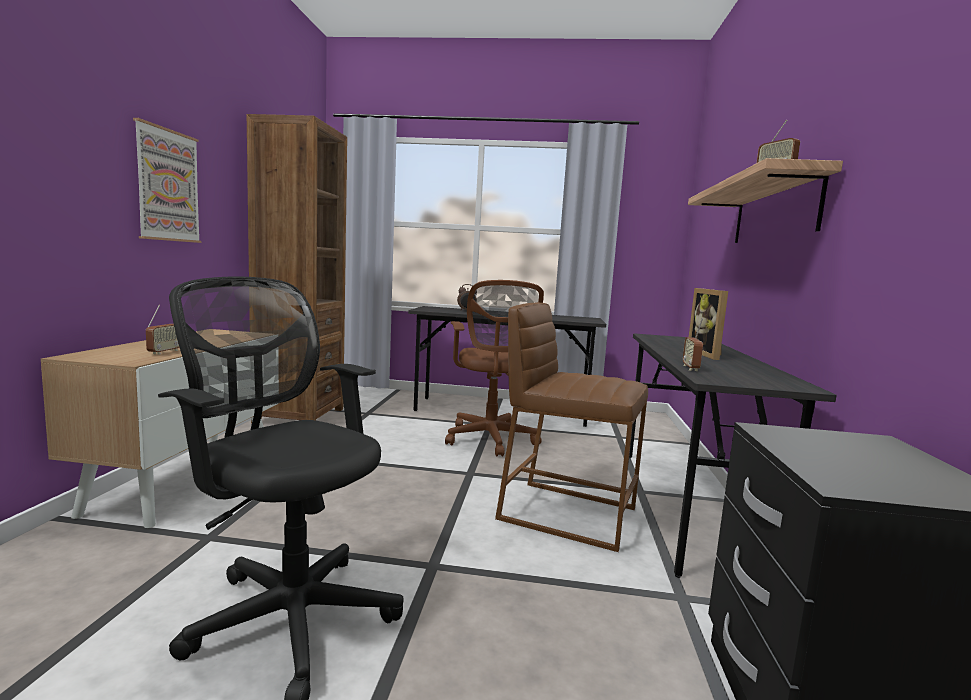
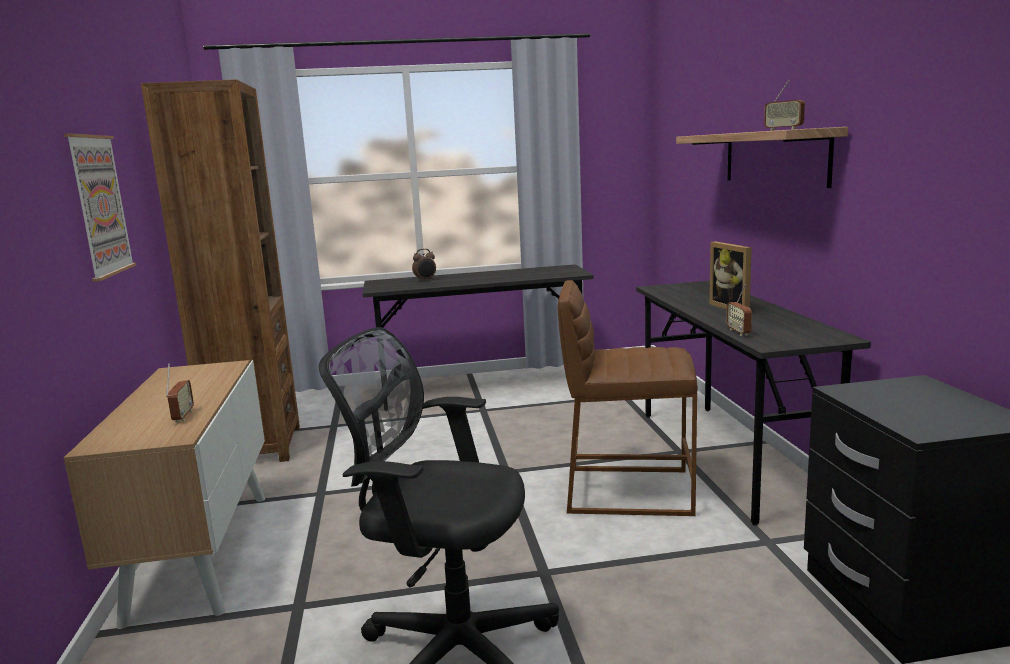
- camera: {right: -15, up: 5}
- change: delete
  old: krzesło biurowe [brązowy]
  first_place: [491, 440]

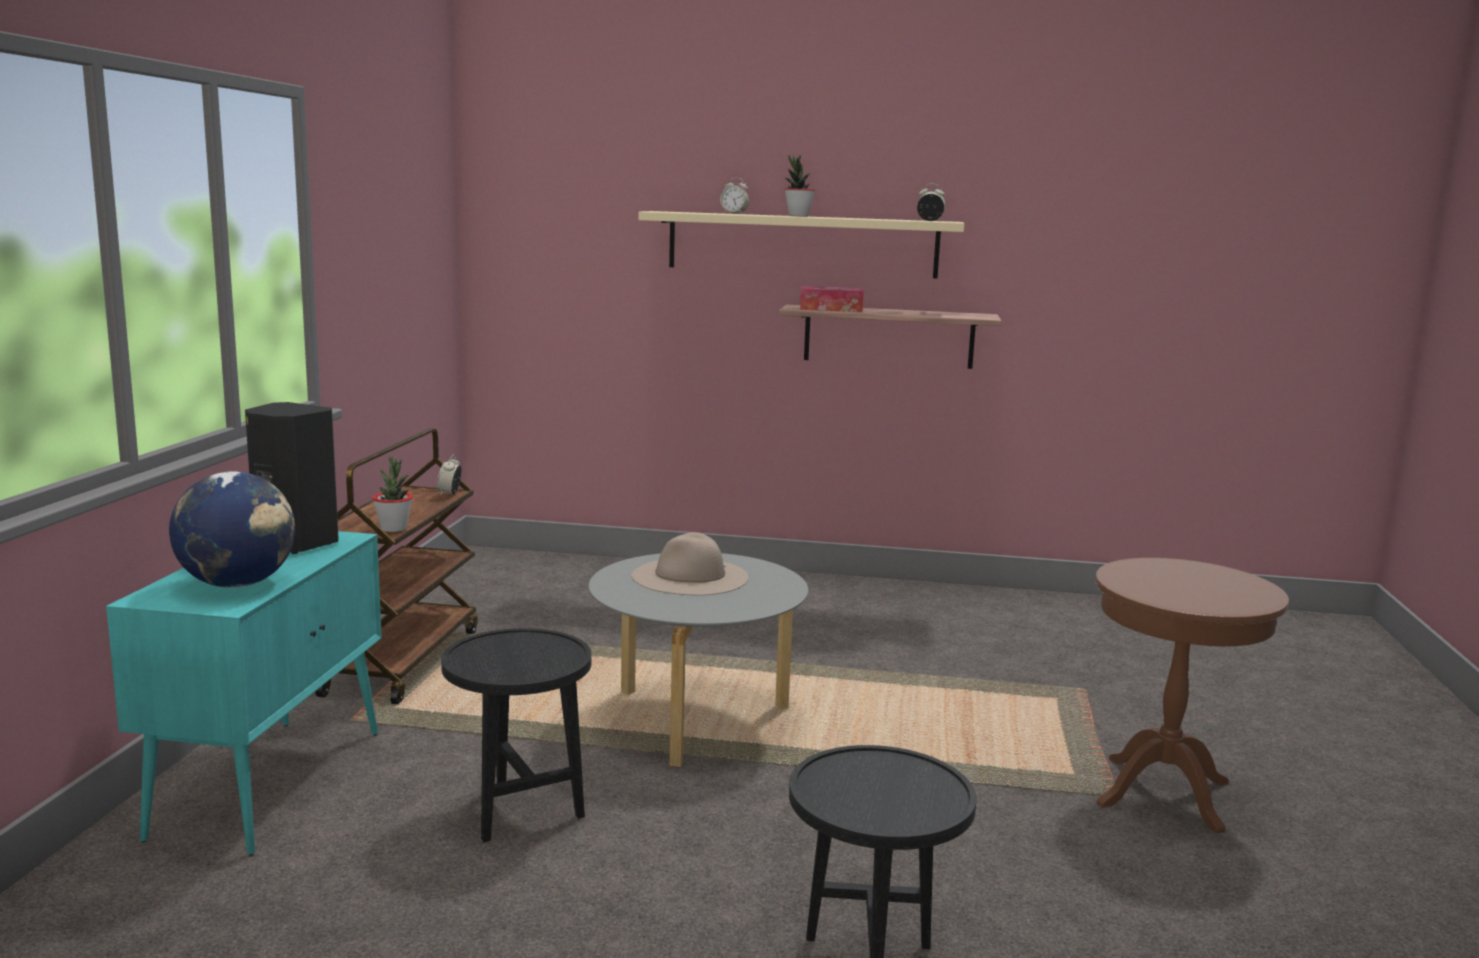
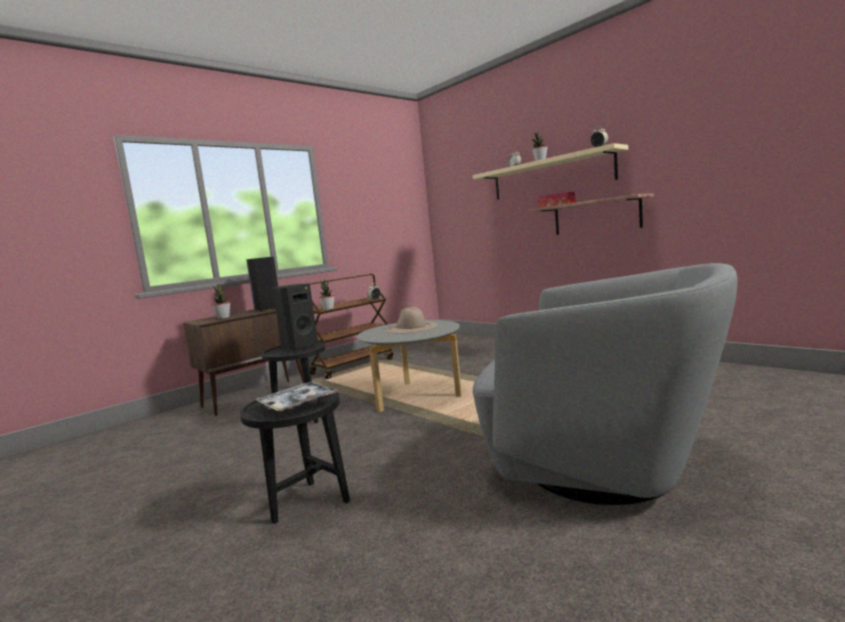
- camera: {right: 40, up: -5}
- change: recolor
  old: szafka [turkusowy]
  new: szafka [brązowy]
  first_place: [271, 781]
  second_place: [256, 396]
- change: replace
  old: globus
  new: roślina doniczkowa
  first_place: [238, 584]
  second_place: [223, 318]
- change: replace
  old: stolik [brązowy]
  new: fotel [szary]
  first_place: [1163, 793]
  second_place: [602, 466]
- change: insert
  new: taca
  second_place: [297, 404]
- change: insert
  new: głośnik [czarny]
  second_place: [298, 346]

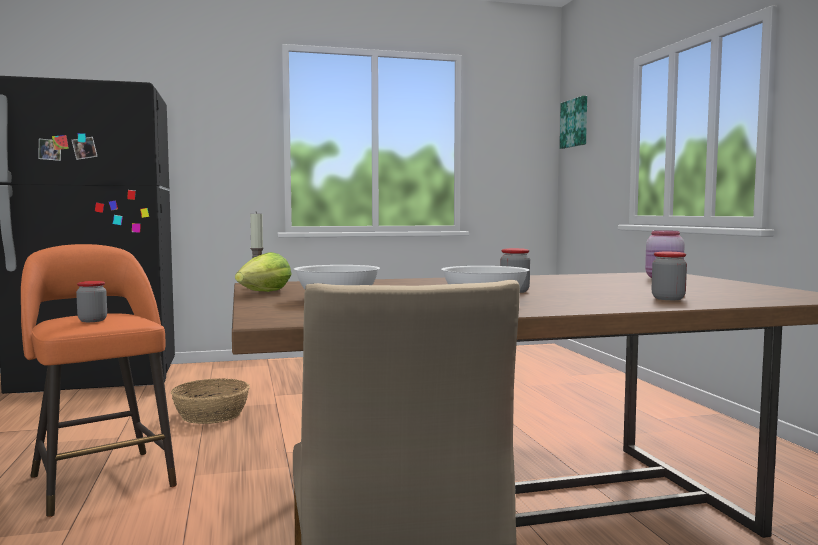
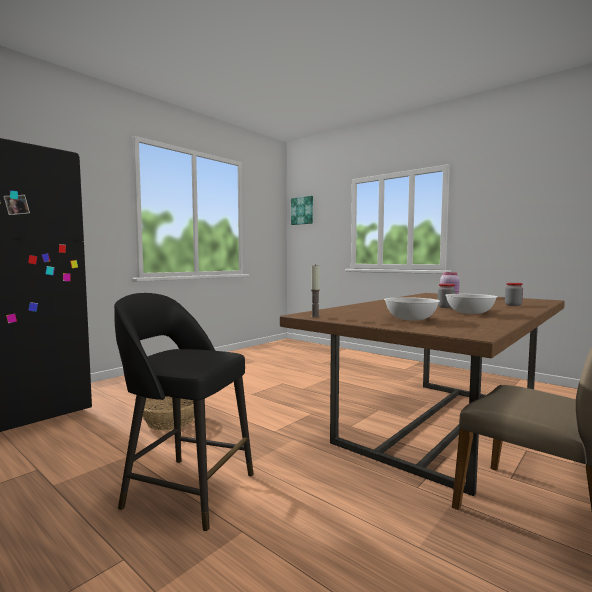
- camera: {right: -35, up: 0}
- change: recolor
  old: stołek [pomarańczowy]
  new: stołek [czarny]
  first_place: [101, 479]
  second_place: [186, 489]
- change: delete
  old: słoik
  first_place: [92, 320]
- change: delete
  old: sałata
  first_place: [264, 293]

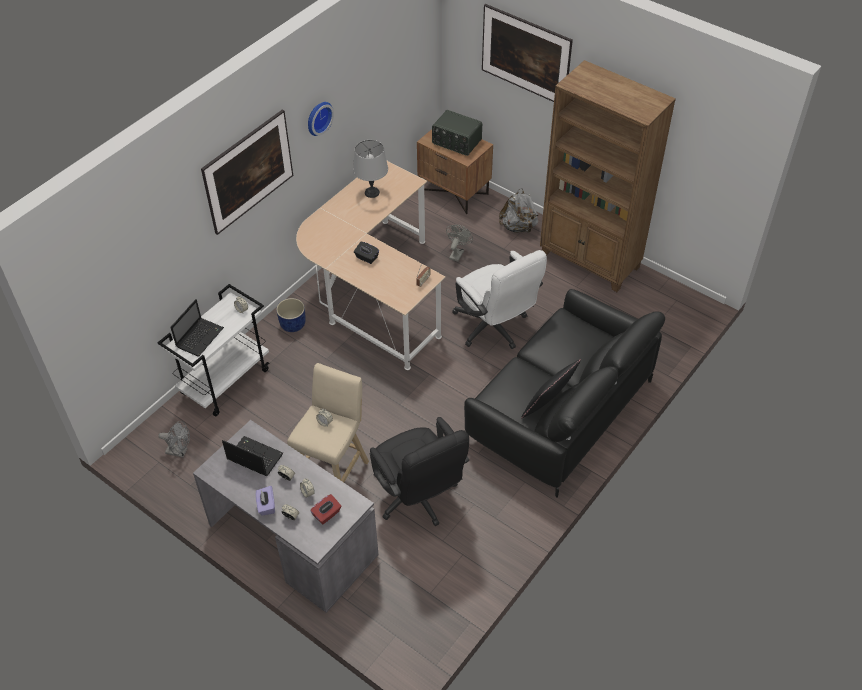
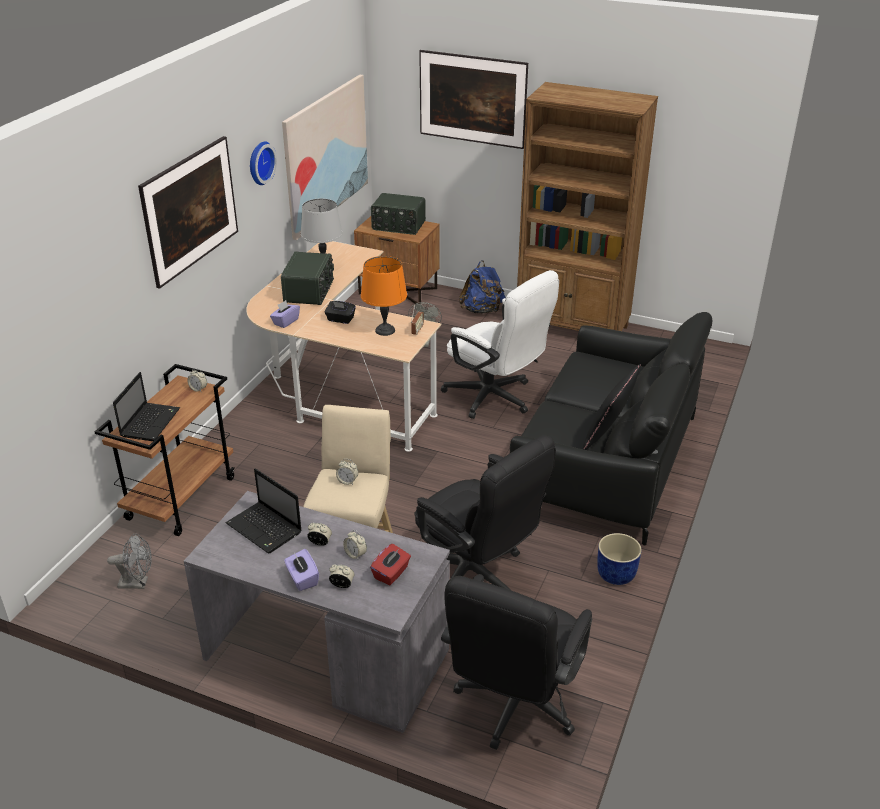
- camera: {right: -15, up: -15}
- change: recolor
  old: wózek [biały]
  new: wózek [brązowy]
  first_place: [226, 381]
  second_place: [181, 498]
- change: rotate
  old: laptop
  first_place: [253, 457]
  second_place: [265, 529]
  degrees: -150
- change: move
  old: donica [niebieski]
  first_place: [293, 325]
  second_place: [616, 575]
- change: recolor
  old: plecak [szary]
  new: plecak [niebieski]
  first_place: [518, 227]
  second_place: [482, 310]
- change: insert
  new: pudełko chusteczek [fioletowy]
  second_place: [285, 322]
- change: insert
  new: radio
  second_place: [310, 291]
- change: insert
  new: obraz
  second_place: [326, 154]
- change: insert
  new: lampa stołowa [pomarańczowy]
  second_place: [385, 330]
- change: insert
  new: krzesło biurowe [czarny]
  second_place: [513, 707]

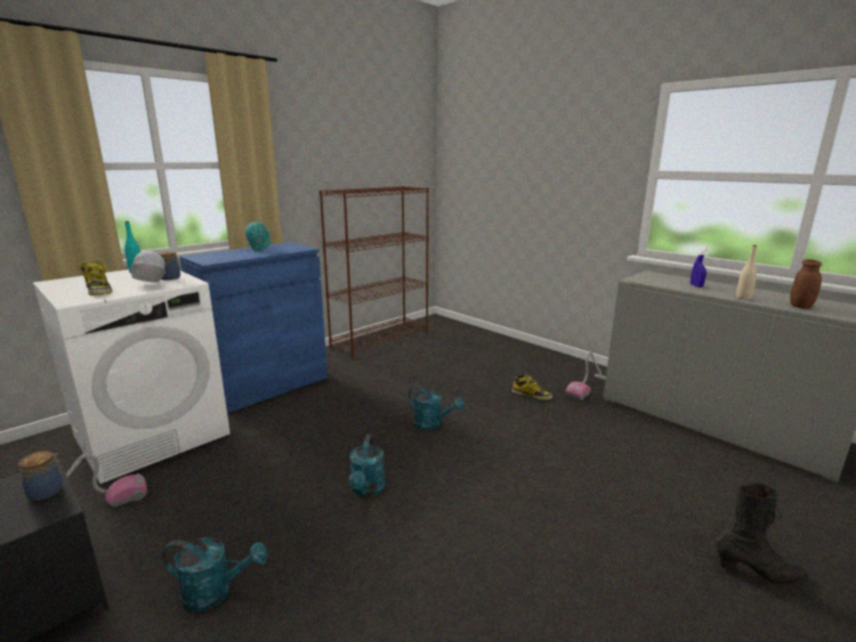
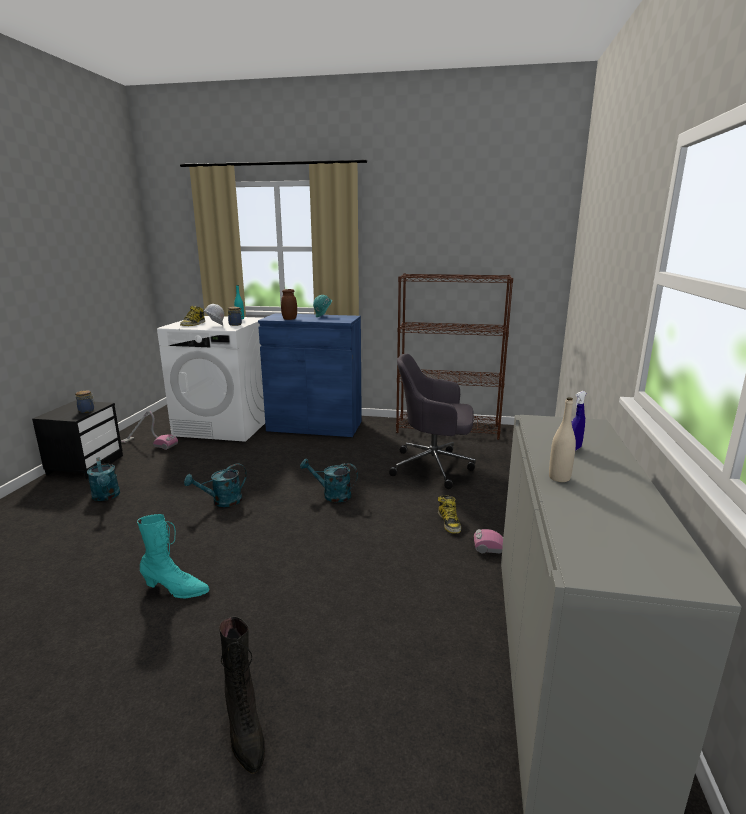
- camera: {right: 55, up: 0}
- change: rotate
  old: konewka [turkusowy]
  first_place: [432, 424]
  second_place: [332, 495]
  degrees: 105
- change: move
  old: słoik [brązowy]
  first_place: [800, 306]
  second_place: [289, 319]
- change: insert
  new: but z cholewką [turkusowy]
  second_place: [175, 589]
- change: insert
  new: krzesło biurowe [szary]
  second_place: [434, 467]

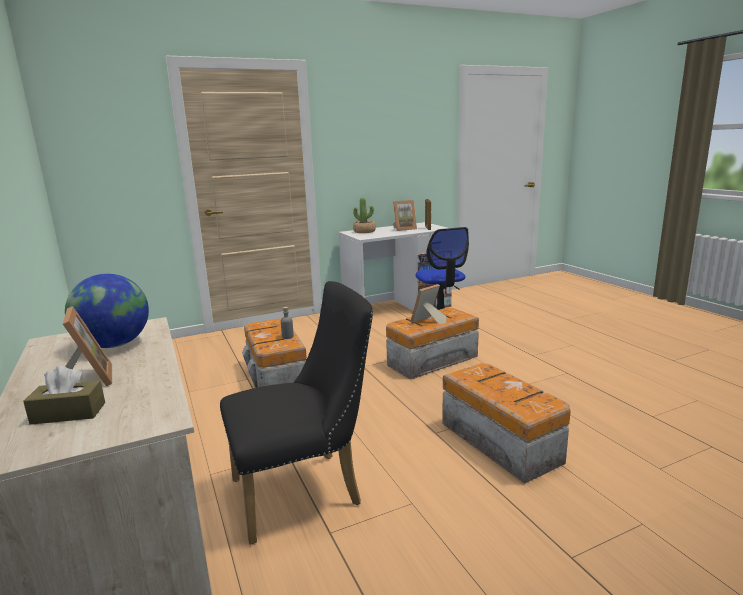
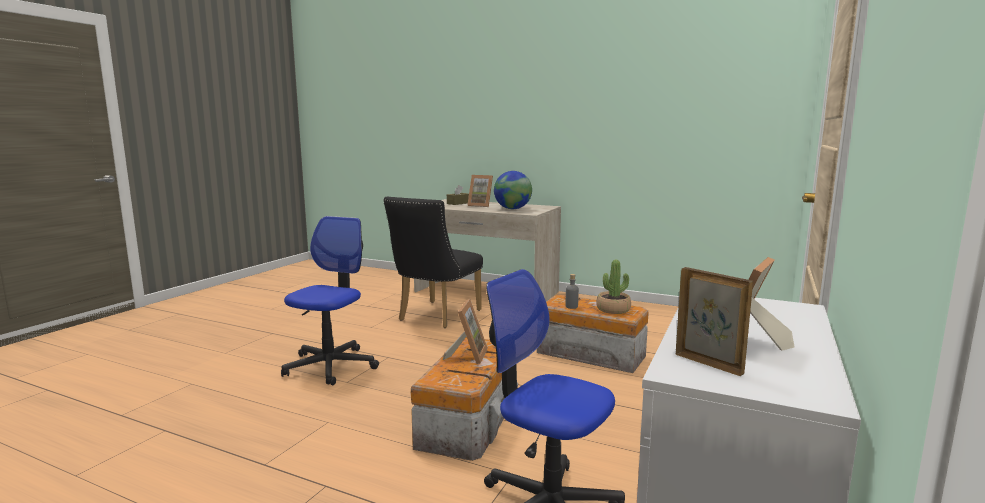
- camera: {right: 140, up: -5}
- change: move
  old: roślina doniczkowa
  first_place: [364, 231]
  second_place: [613, 309]
- change: replace
  old: pojemnik do przechowywania
  new: krzesło biurowe
  first_place: [500, 441]
  second_place: [330, 366]

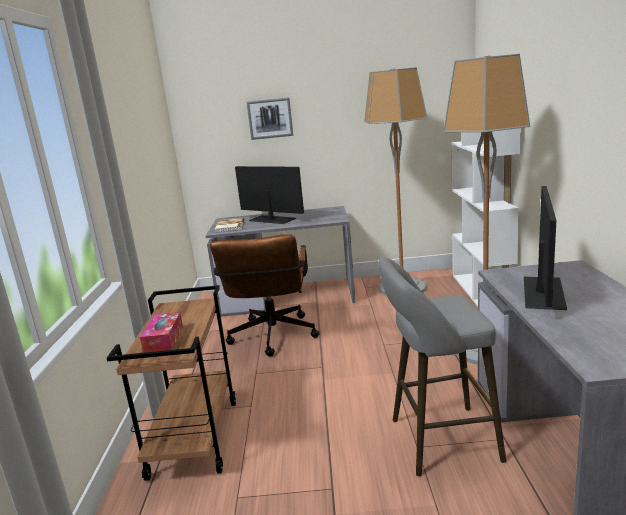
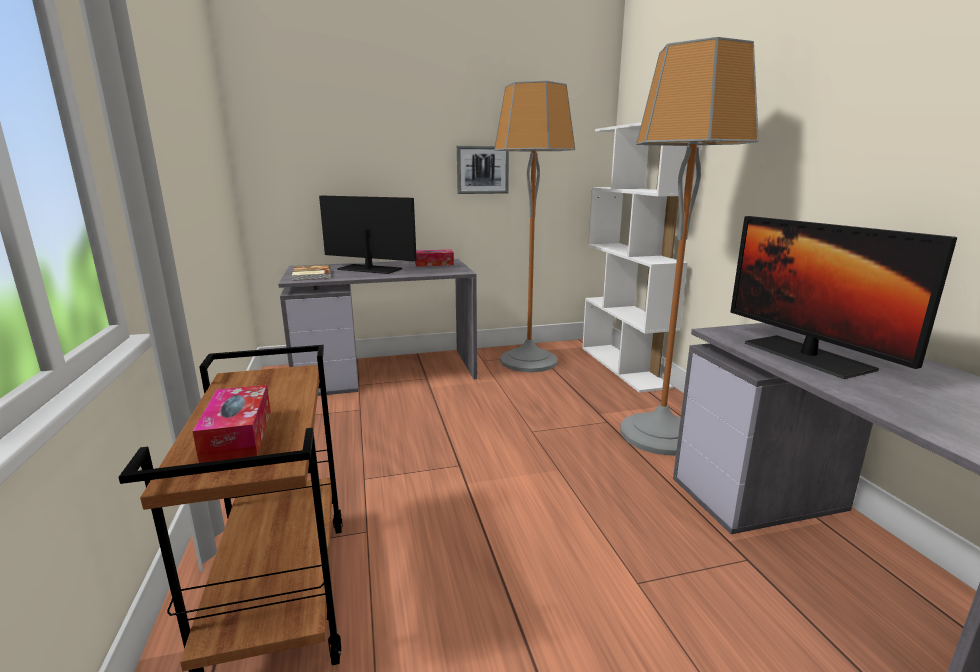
- camera: {right: -15, up: 0}
- change: delete
  old: krzesło biurowe [brązowy]
  first_place: [272, 339]
- change: move
  old: obraz
  first_place: [270, 118]
  second_place: [482, 170]
- change: delete
  old: stołek [szary]
  first_place: [438, 440]
- change: rotate
  old: monitor
  first_place: [543, 293]
  second_place: [806, 356]
  degrees: 150
- change: insert
  new: pudełko chusteczek
  second_place: [434, 264]

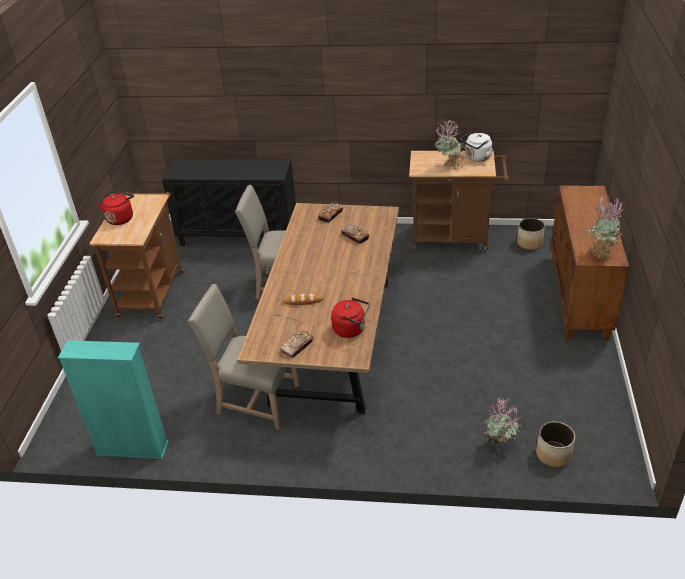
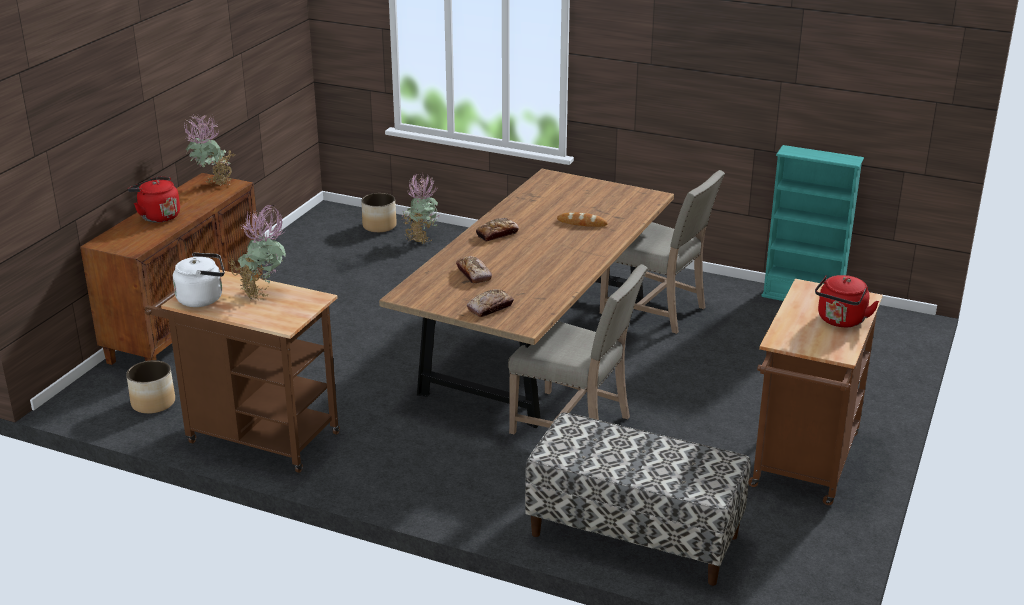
- camera: {right: -165, up: -10}
- change: replace
  old: szafka [czarny]
  new: ławka
  first_place: [239, 236]
  second_place: [633, 536]
- change: move
  old: chleb
  first_place: [297, 346]
  second_place: [497, 234]
- change: move
  old: czajnik [czerwony]
  first_place: [351, 329]
  second_place: [158, 216]

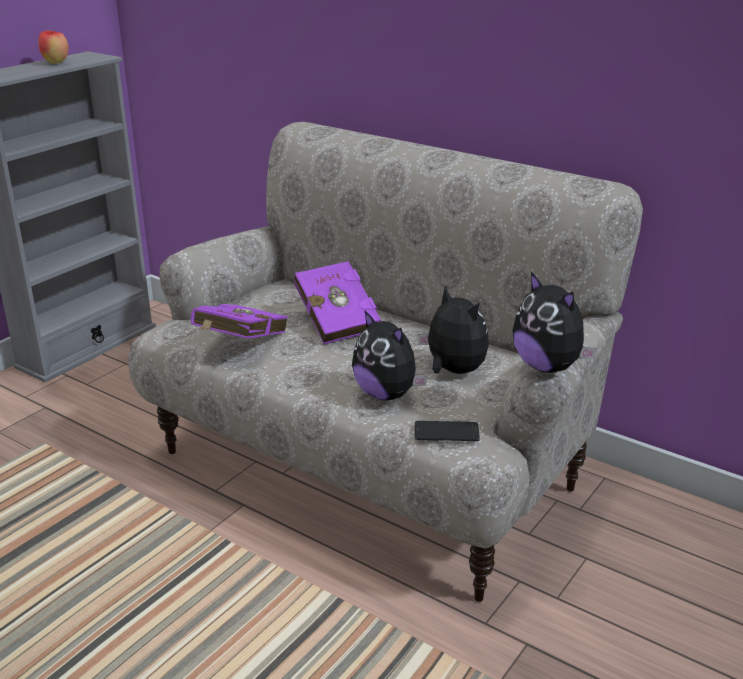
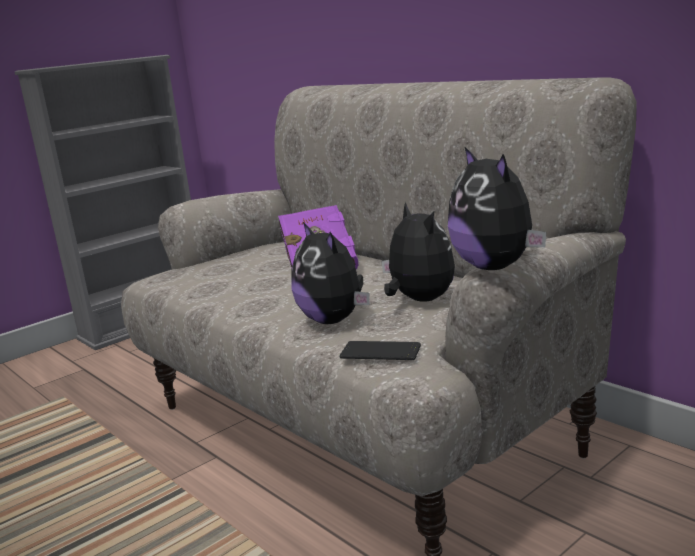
- camera: {right: 15, up: -10}
- change: delete
  old: jabłko
  first_place: [56, 63]
- change: delete
  old: książka [fioletowy]
  first_place: [239, 345]

